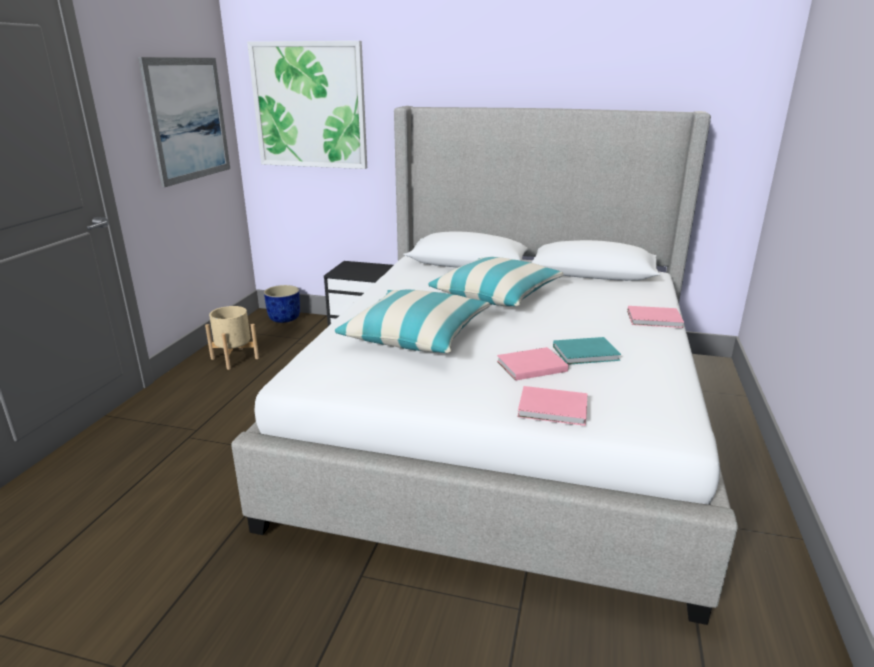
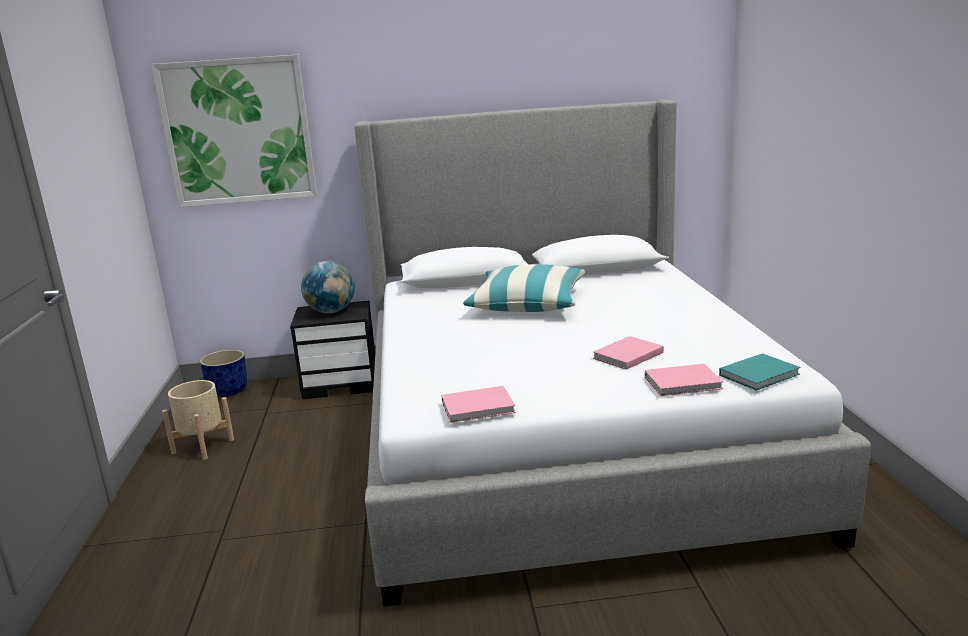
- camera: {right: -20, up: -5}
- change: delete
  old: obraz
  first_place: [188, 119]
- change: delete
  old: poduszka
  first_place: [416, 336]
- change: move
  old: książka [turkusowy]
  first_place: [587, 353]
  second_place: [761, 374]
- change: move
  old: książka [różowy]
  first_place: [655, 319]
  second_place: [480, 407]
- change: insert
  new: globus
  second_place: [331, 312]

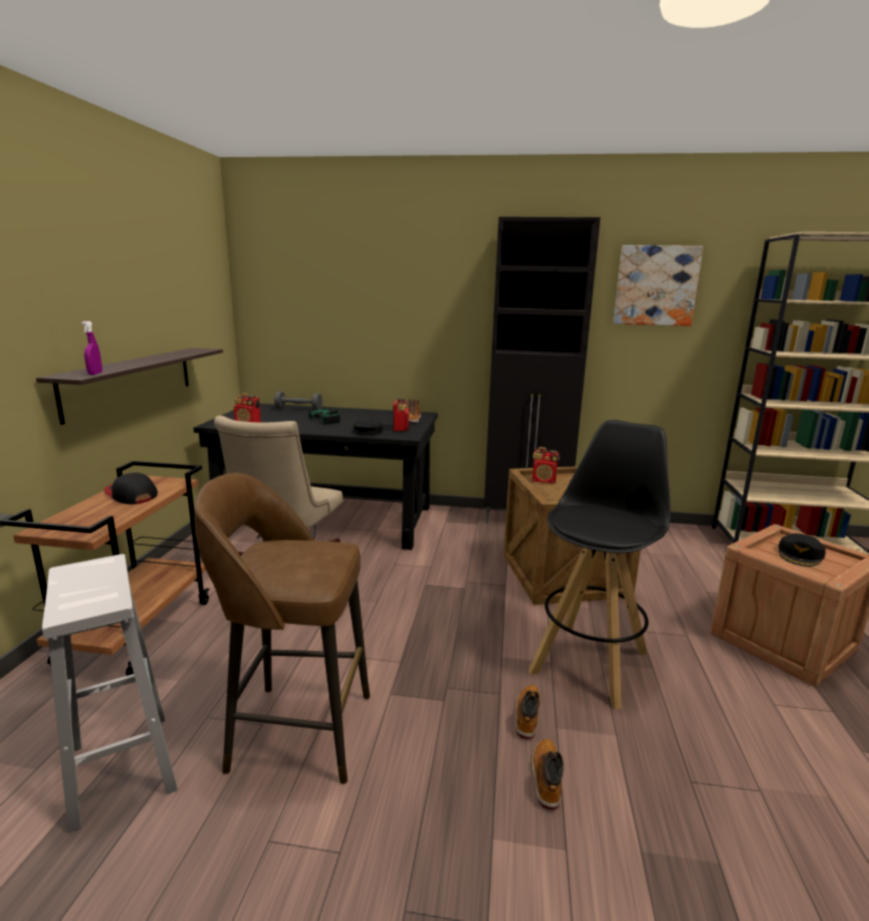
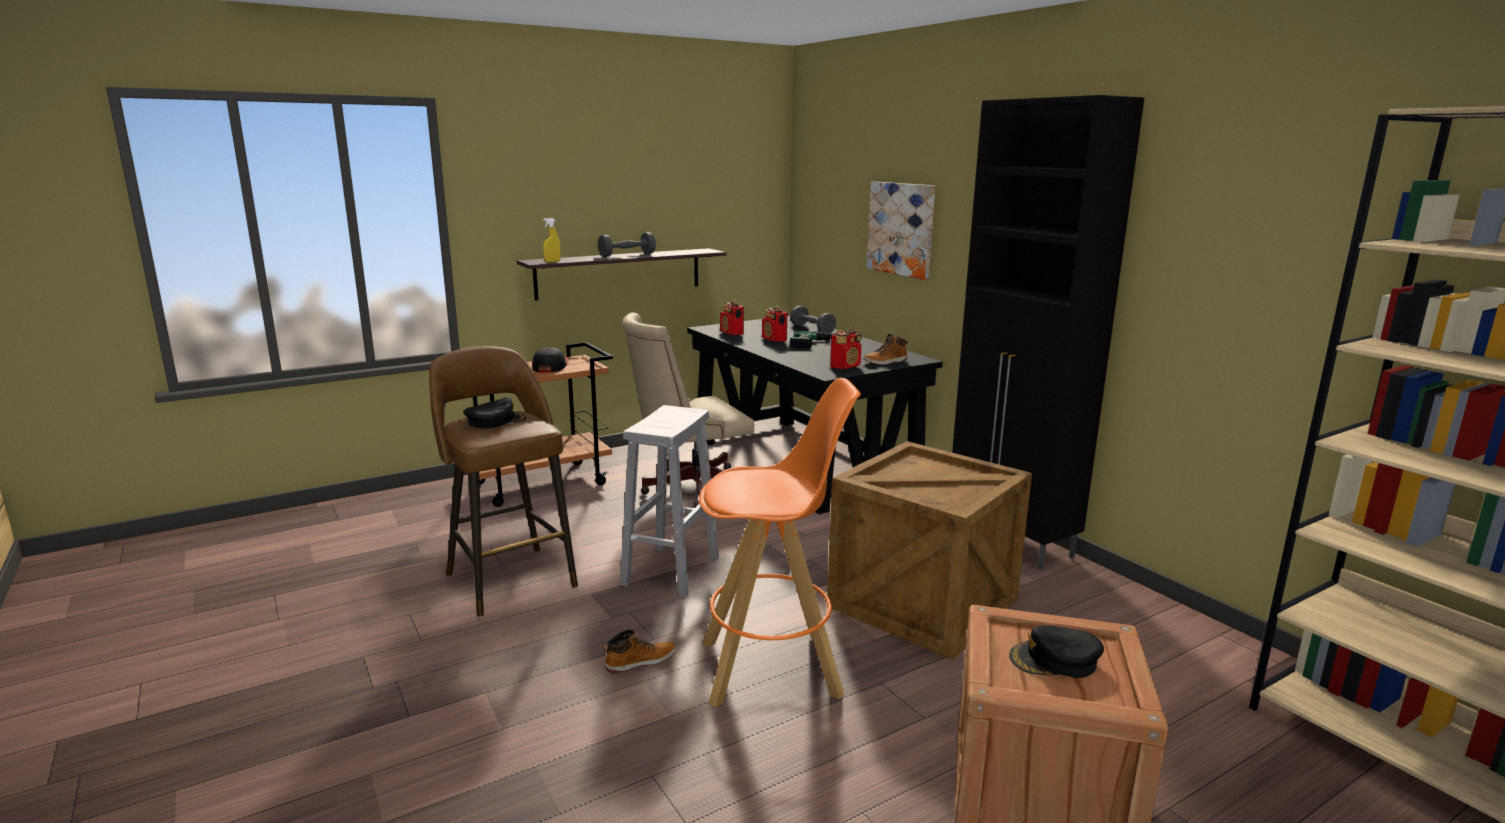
- camera: {right: 50, up: 0}
- change: move
  old: stołek [biały]
  first_place: [121, 766]
  second_place: [671, 570]
- change: recolor
  old: spryskiwacz [fioletowy]
  new: spryskiwacz [żółty]
  first_place: [95, 374]
  second_place: [552, 262]
- change: move
  old: czapka z daszkiem [czarny]
  first_place: [368, 431]
  second_place: [495, 421]
- change: recolor
  old: stołek [czarny]
  new: stołek [pomarańczowy]
  first_place: [590, 661]
  second_place: [772, 668]
- change: move
  old: radio
  first_place: [544, 480]
  second_place: [774, 339]
- change: delete
  old: but z cholewką
  first_place: [546, 777]
- change: move
  old: obraz
  first_place: [656, 285]
  second_place: [901, 229]
- change: insert
  new: hantel [szary]
  second_place: [627, 255]

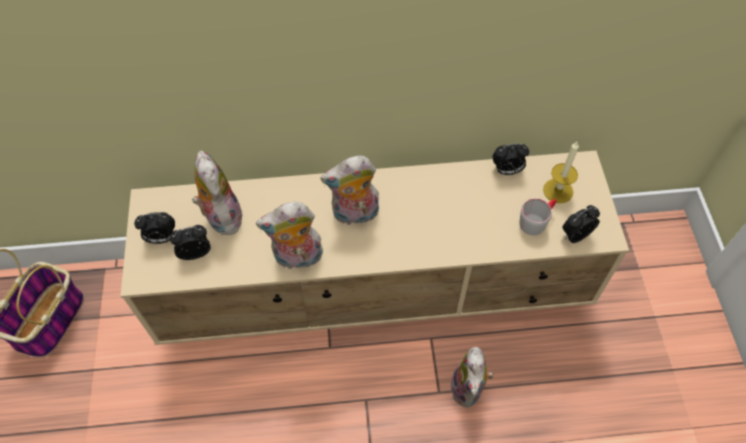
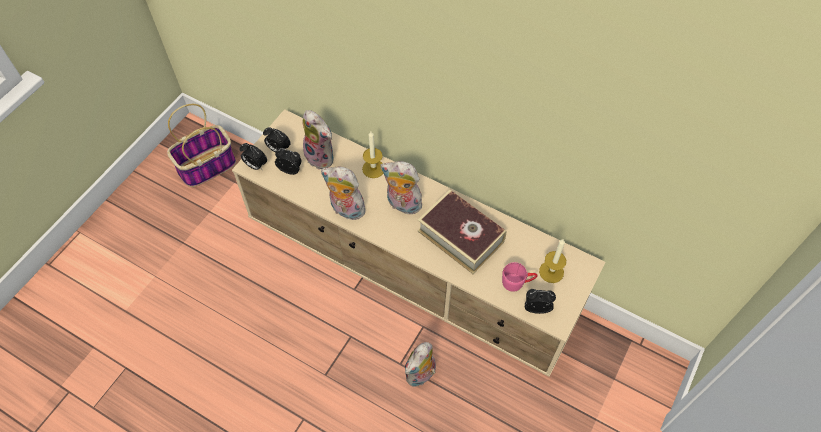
- camera: {right: 35, up: 0}
- change: rotate
  old: pluszak
  first_place: [221, 216]
  second_place: [322, 156]
  degrees: 120
- change: move
  old: budzik
  first_place: [507, 170]
  second_place: [255, 165]
- change: recolor
  old: kubek [szary]
  new: kubek [różowy]
  first_place: [536, 221]
  second_place: [517, 282]
- change: insert
  new: świeca
  second_place: [373, 168]
- change: insert
  new: książka
  second_place: [460, 236]

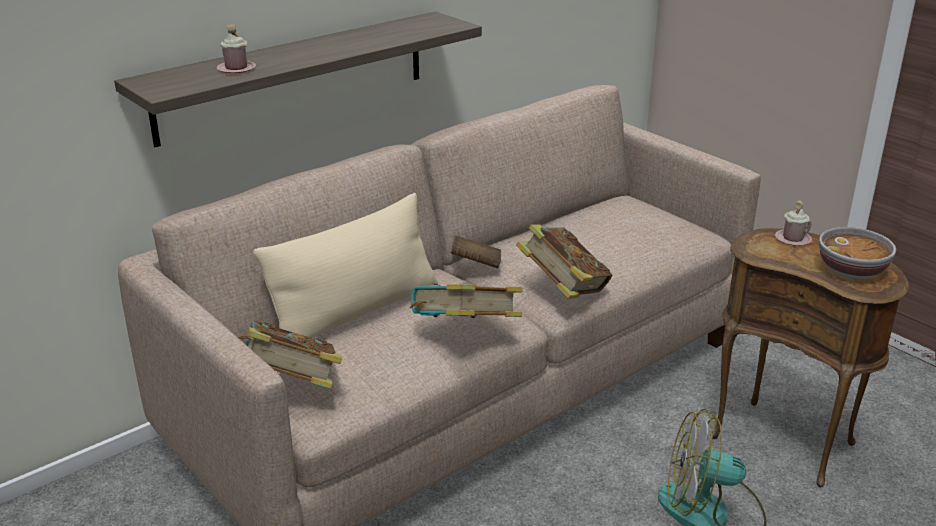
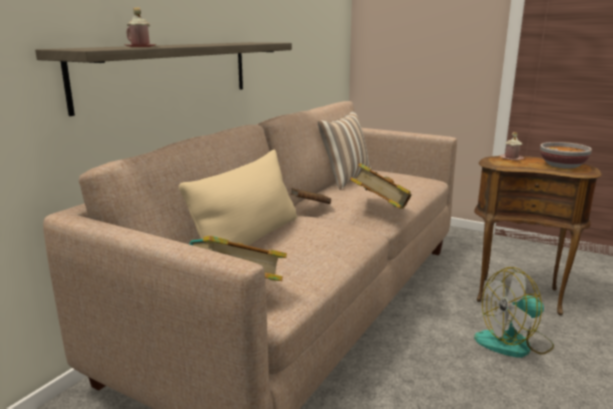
- camera: {right: -20, up: -10}
- change: delete
  old: książka
  first_place: [465, 334]
- change: insert
  new: poduszka
  second_place: [345, 179]

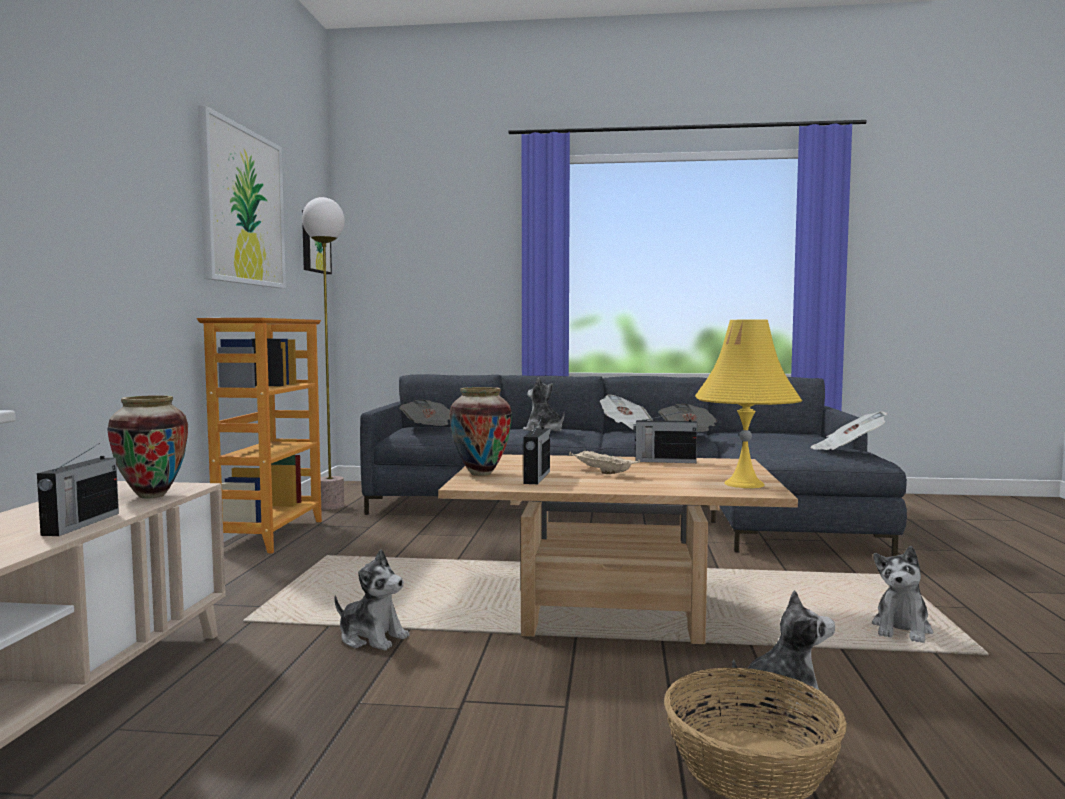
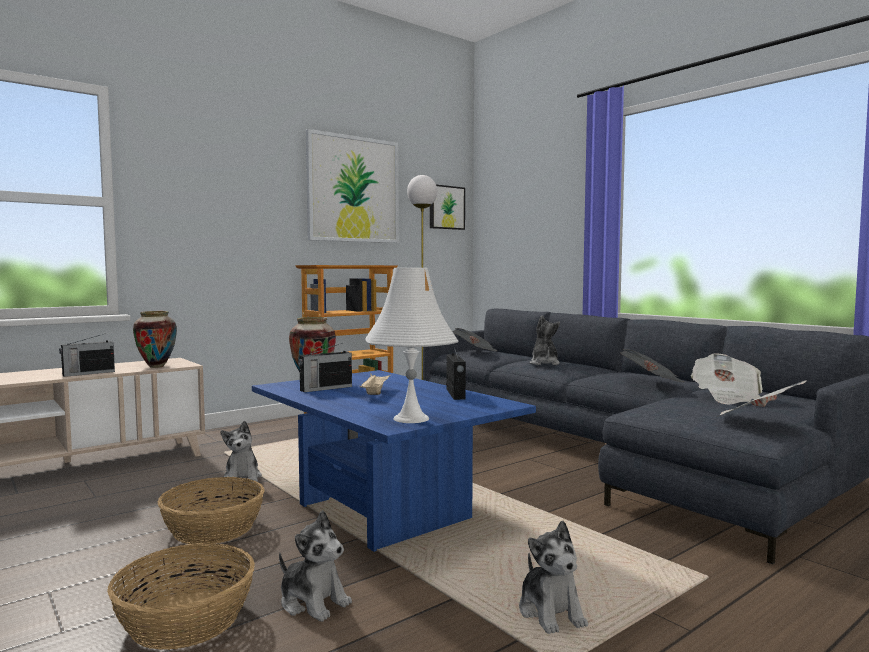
- camera: {right: 45, up: 0}
- change: recolor
  old: ława [beżowy]
  new: ława [niebieski]
  first_place: [612, 612]
  second_place: [383, 511]
- change: move
  old: gazeta
  first_place: [627, 428]
  second_place: [725, 397]
- change: rotate
  old: radio
  first_place: [664, 461]
  second_place: [455, 394]
  degrees: -150
- change: recolor
  old: lampa stołowa [żółty]
  new: lampa stołowa [biały]
  first_place: [744, 484]
  second_place: [411, 418]
- change: rotate
  old: pluszak
  first_place: [902, 629]
  second_place: [551, 612]
  degrees: -90
- change: insert
  new: koszyk
  second_place: [213, 528]

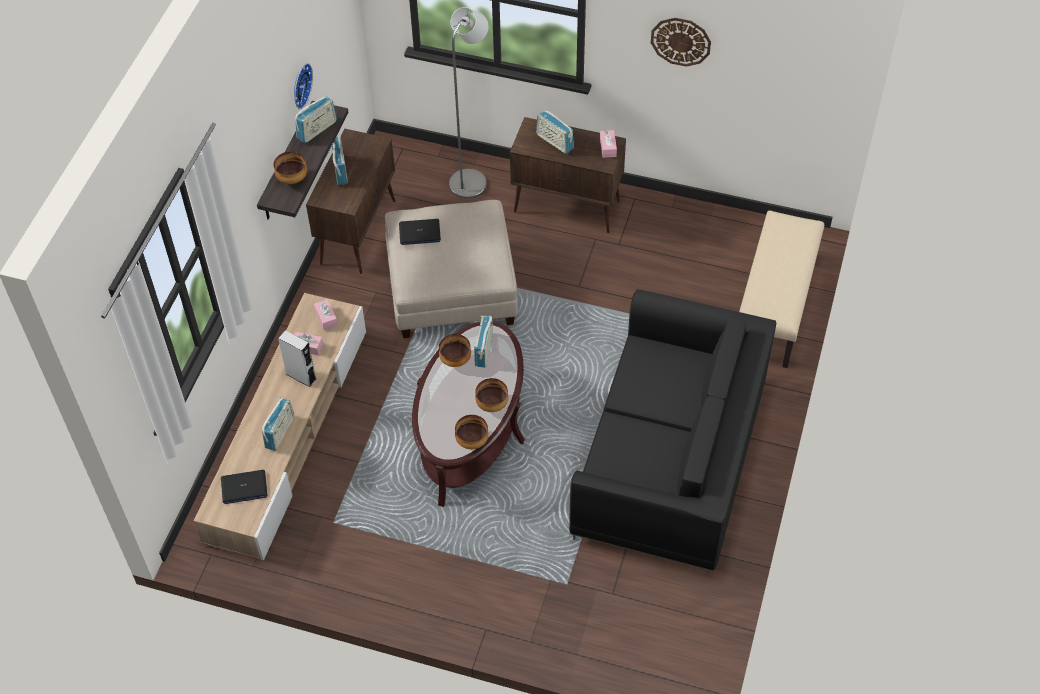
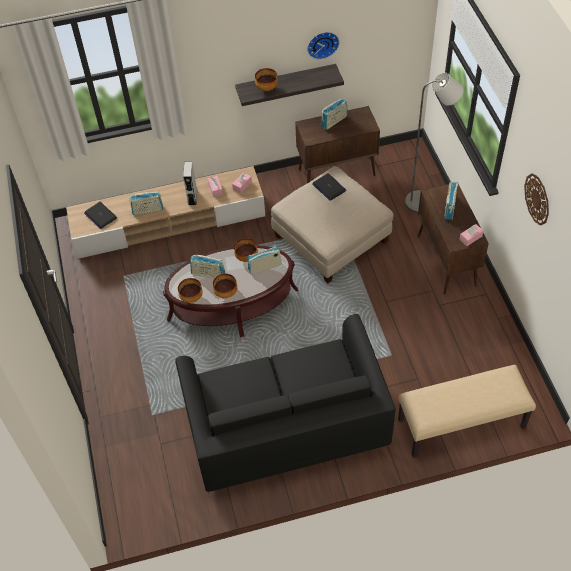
- camera: {right: 60, up: 0}
- change: move
  old: radio
  first_place: [317, 130]
  second_place: [208, 274]

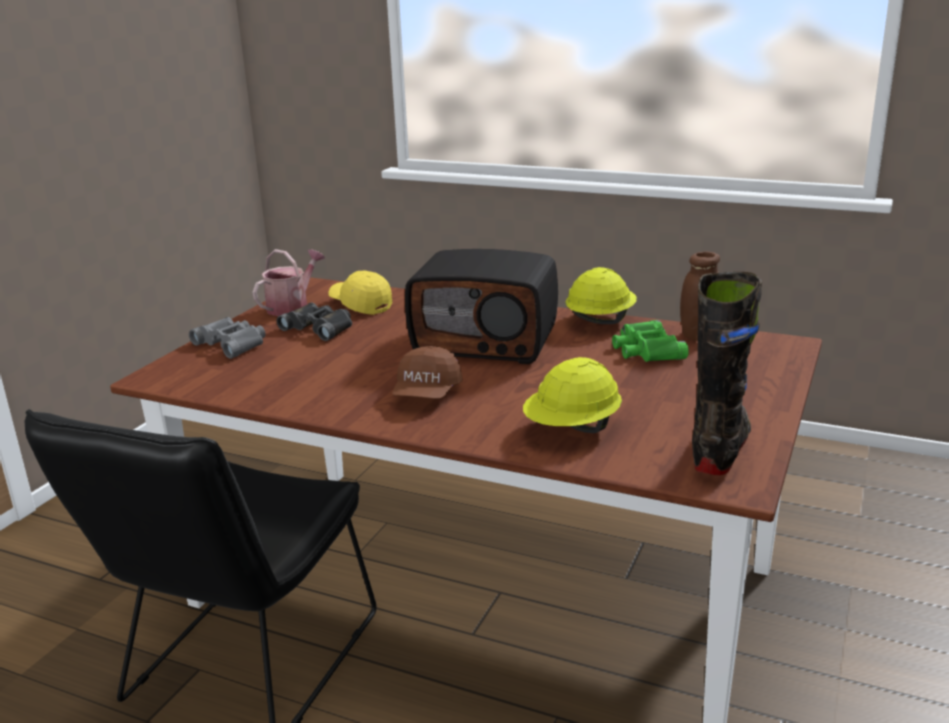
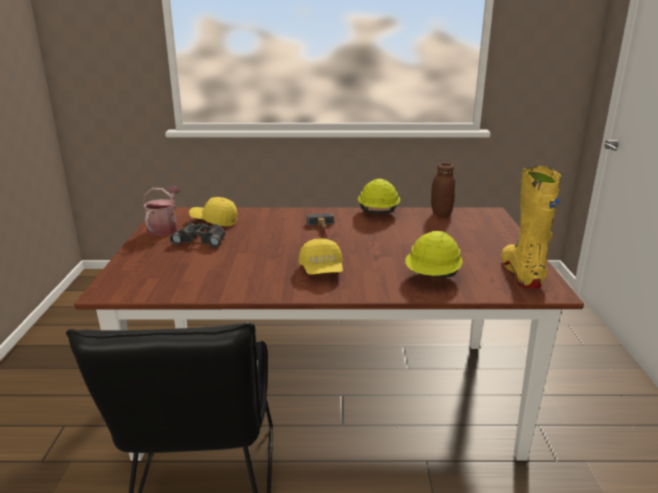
- camera: {right: -25, up: 0}
- change: delete
  old: lornetka [szary]
  first_place: [232, 344]
- change: recolor
  old: czapka z daszkiem [brązowy]
  new: czapka z daszkiem [żółty]
  first_place: [427, 393]
  second_place: [322, 270]
- change: replace
  old: radio
  new: młotek
  first_place: [486, 342]
  second_place: [324, 233]
- change: delete
  old: lornetka [zielony]
  first_place: [646, 350]
- change: recolor
  old: but z cholewką [czarny]
  new: but z cholewką [żółty]
  first_place: [720, 448]
  second_place: [521, 273]

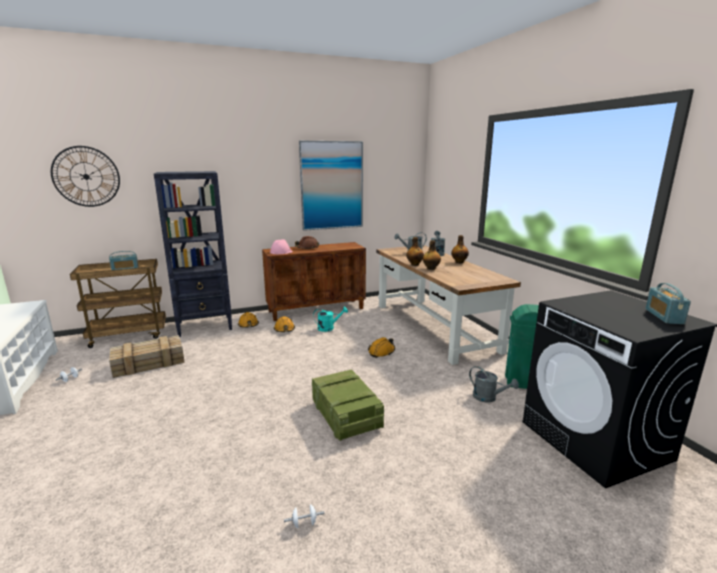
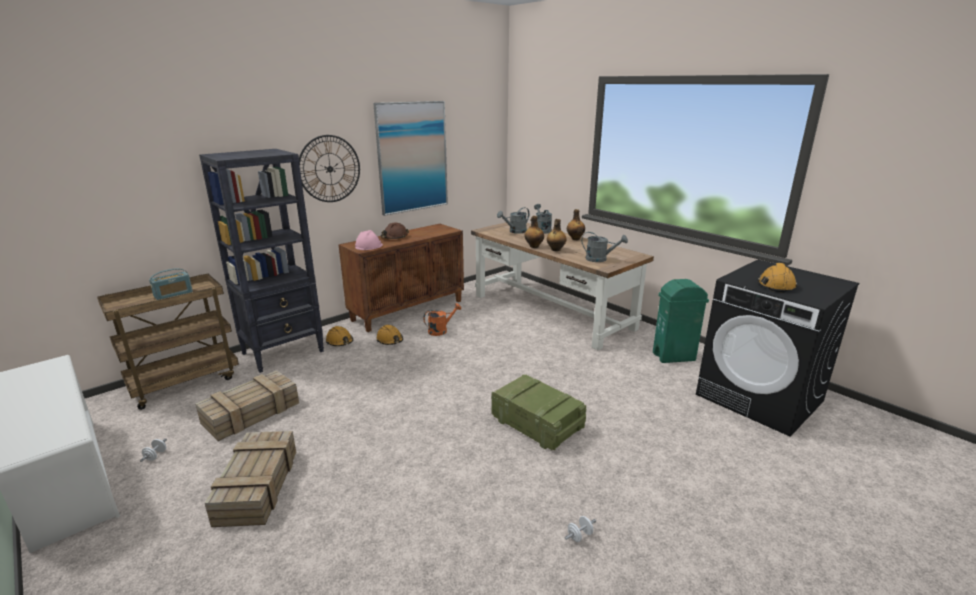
- camera: {right: -20, up: 5}
- change: move
  old: zegar ścienny
  first_place: [86, 176]
  second_place: [329, 169]
- change: recolor
  old: konewka [turkusowy]
  new: konewka [pomarańczowy]
  first_place: [329, 328]
  second_place: [441, 330]
- change: move
  old: kask [pomarańczowy]
  first_place: [381, 352]
  second_place: [776, 285]
- change: move
  old: konewka [szary]
  first_place: [488, 398]
  second_place: [600, 259]
- change: delete
  old: radio
  first_place: [663, 316]
- change: insert
  new: skrzynka
  second_place: [257, 485]

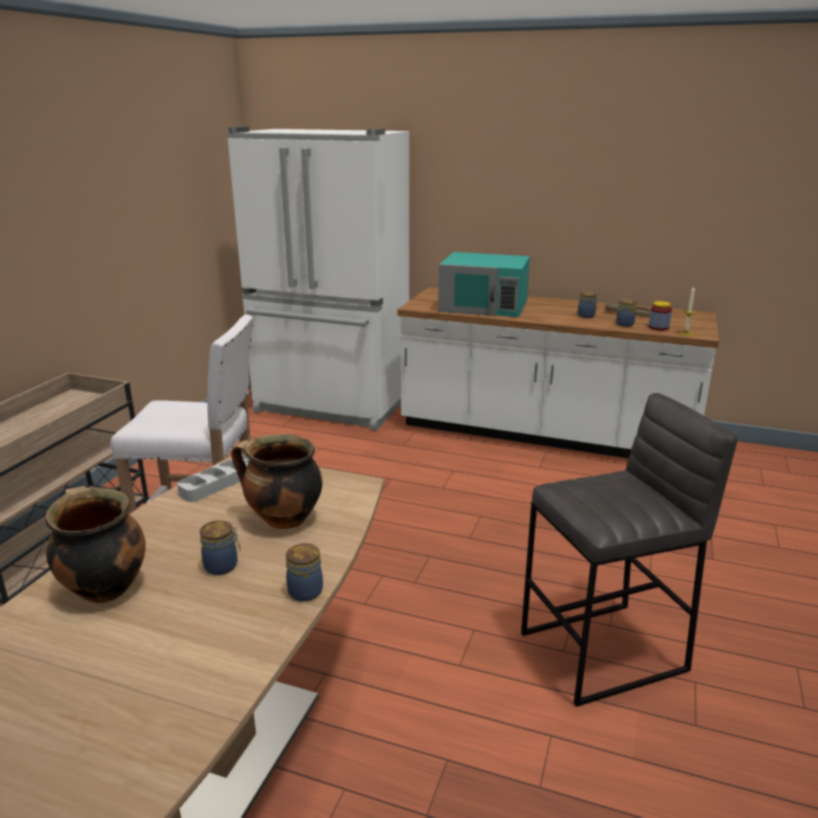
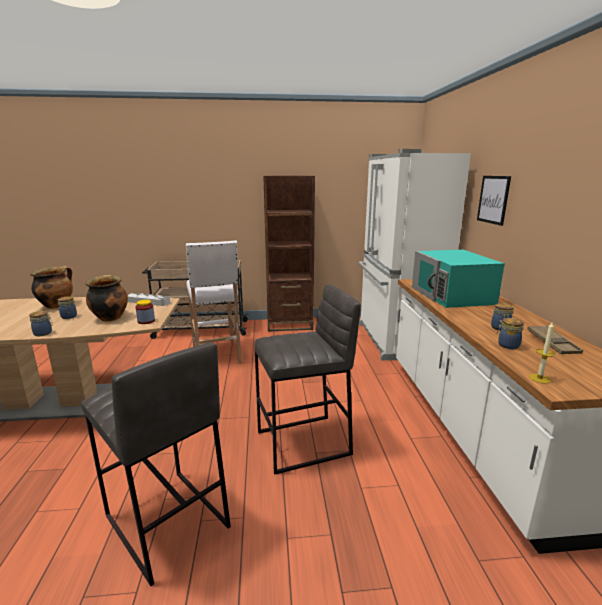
- camera: {right: 65, up: -5}
- change: move
  old: słoik
  first_place: [658, 327]
  second_place: [146, 321]
- change: insert
  new: stołek [szary]
  second_place: [304, 443]
- change: insert
  new: regał [brązowy]
  second_place: [289, 324]
- change: insert
  new: obraz
  second_place: [493, 199]

